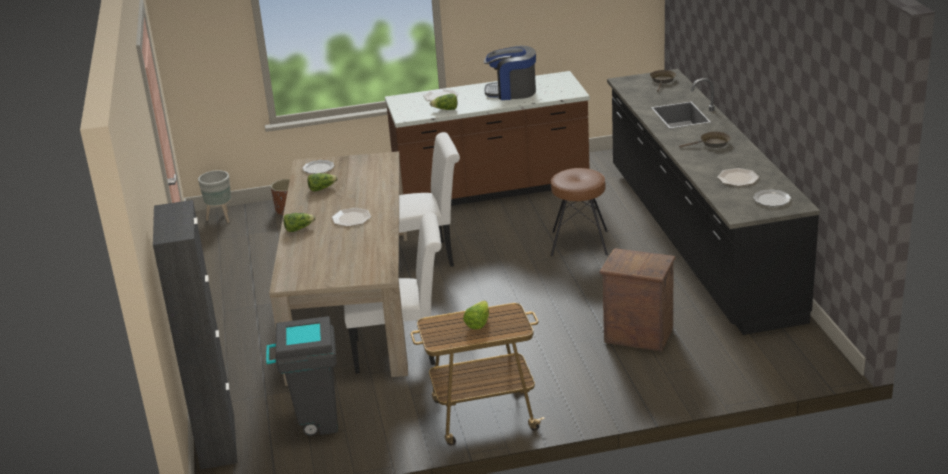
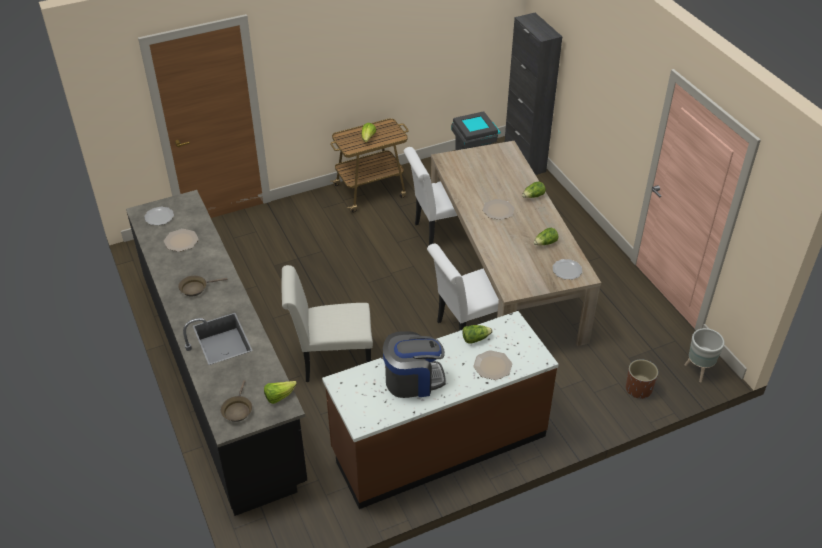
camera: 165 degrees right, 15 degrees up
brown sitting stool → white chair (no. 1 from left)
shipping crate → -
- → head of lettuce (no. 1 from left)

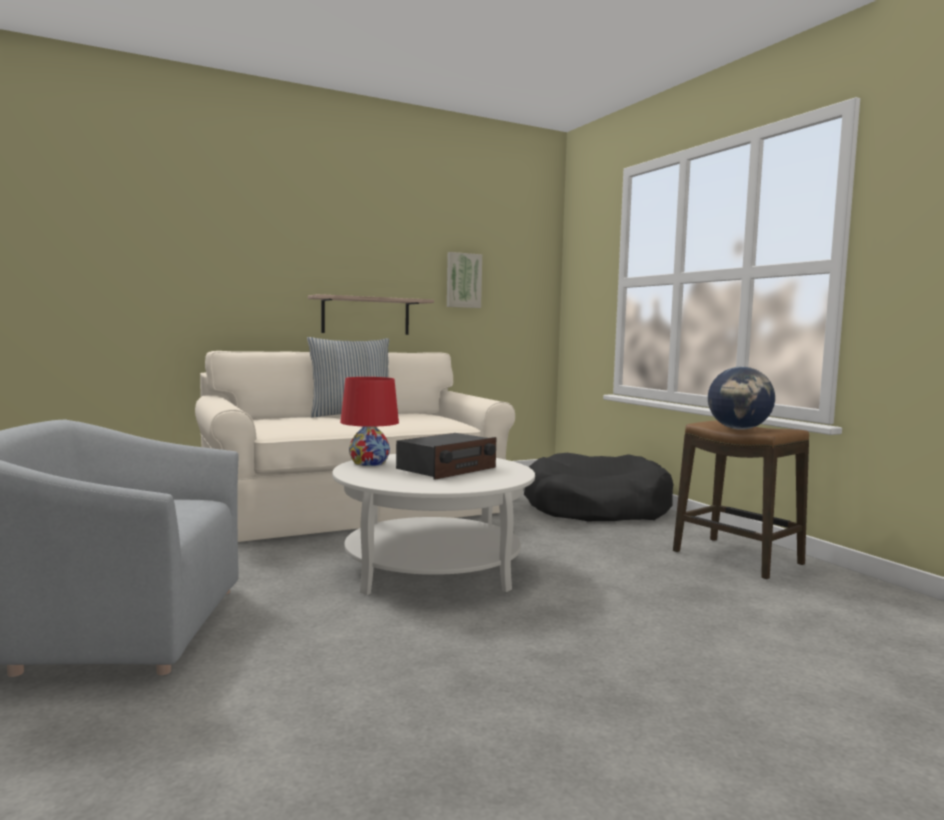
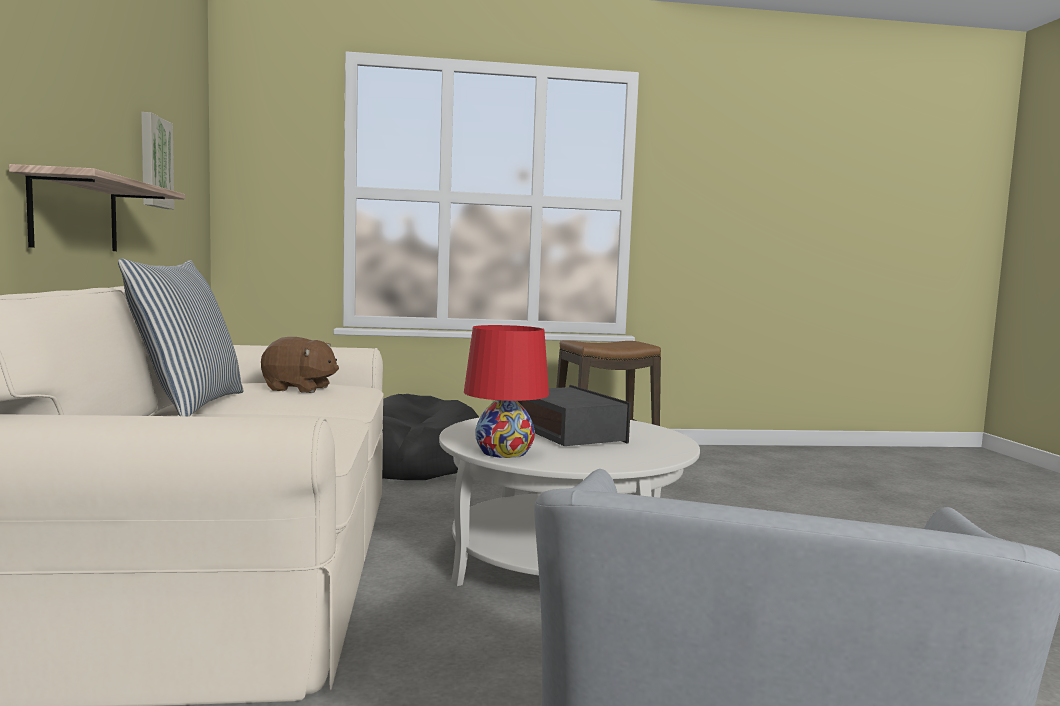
camera: 70 degrees left, 0 degrees up
world globe → -
- → brown soft toy

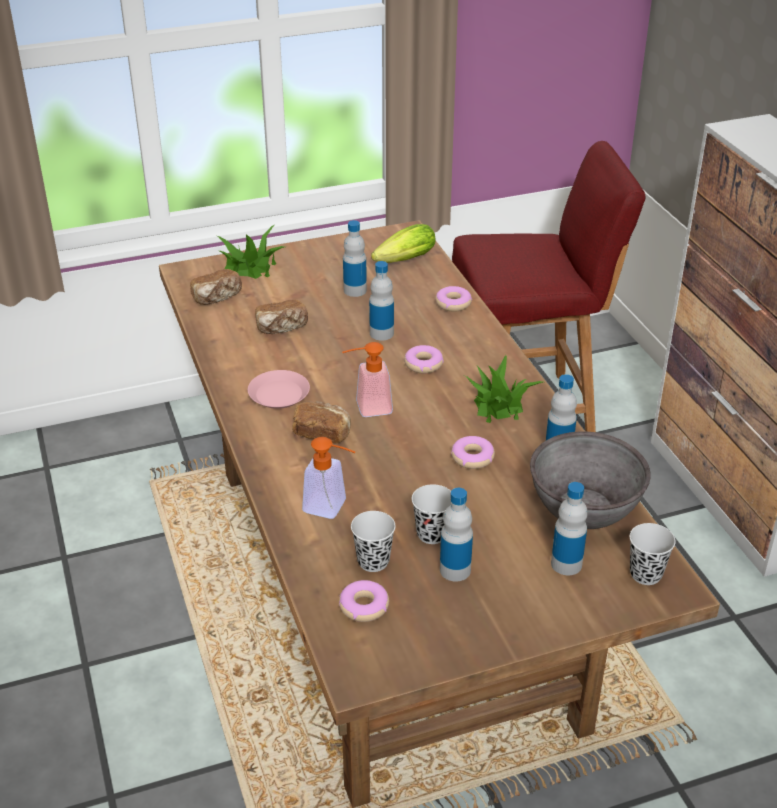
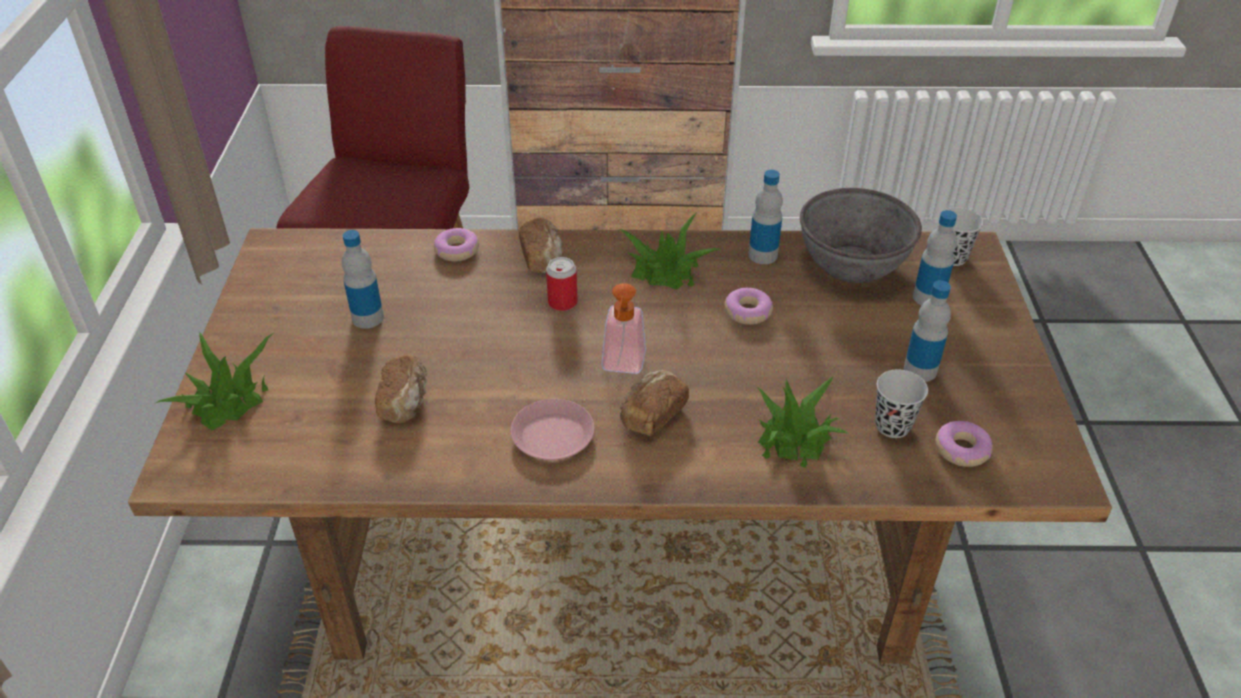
camera: 70 degrees left, 5 degrees up
head of lettuce → -
drink bottle (no. 2 from left) → -
bakery bread (no. 1 from left in the first image) → bakery bread (no. 2 from left), relocated
doughnut (no. 2 from left) → sealed can
soap bottle (no. 1 from left) → plant in a pot (no. 3 from left)
black-coloured drinking cup (no. 2 from left) → -

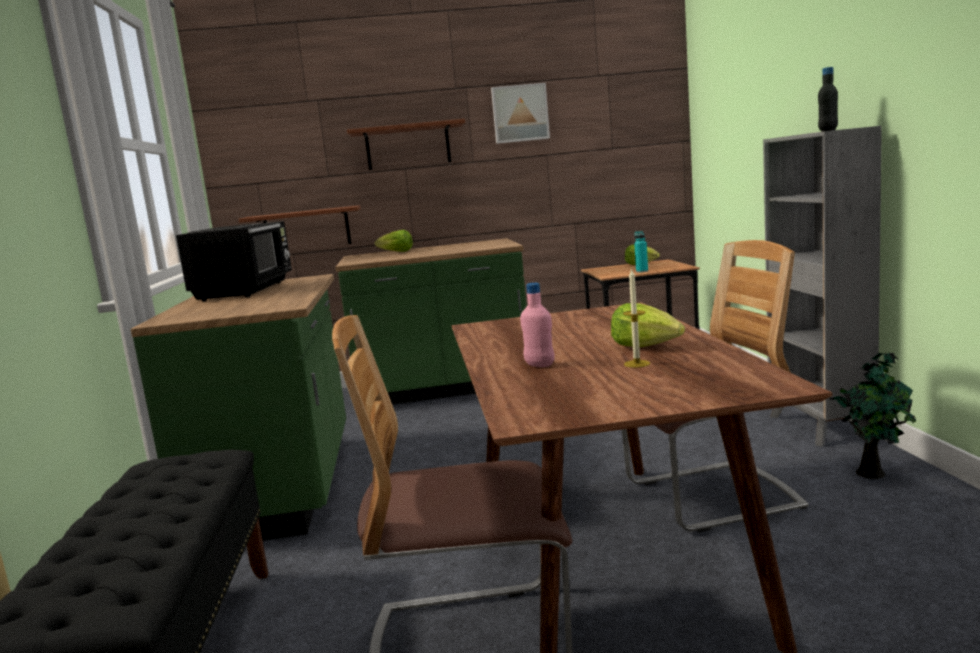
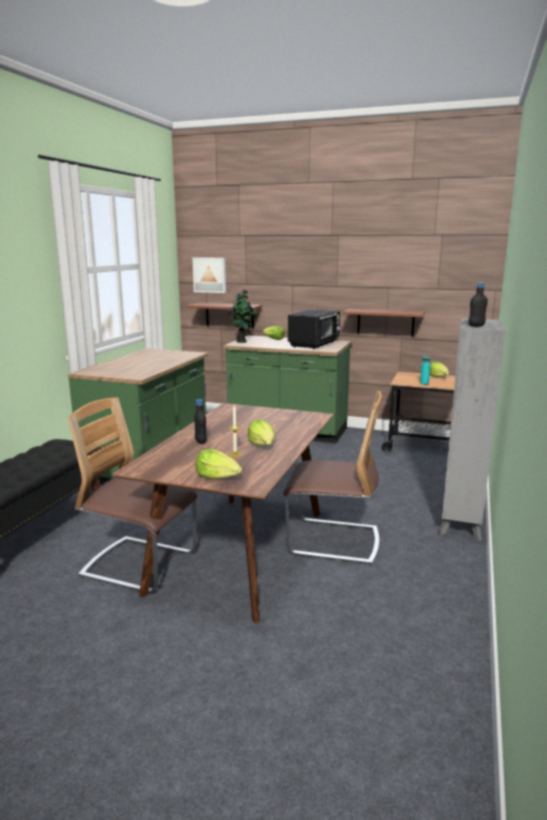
camera: 25 degrees right, 5 degrees up
wall picture, relocated
brown wall shelf (no. 2 from left), relocated
black-coloured microwave oven, relocated
pink drink bottle → black-coloured drink bottle (no. 1 from left)
plant in a pot, relocated
- → head of lettuce (no. 1 from left)

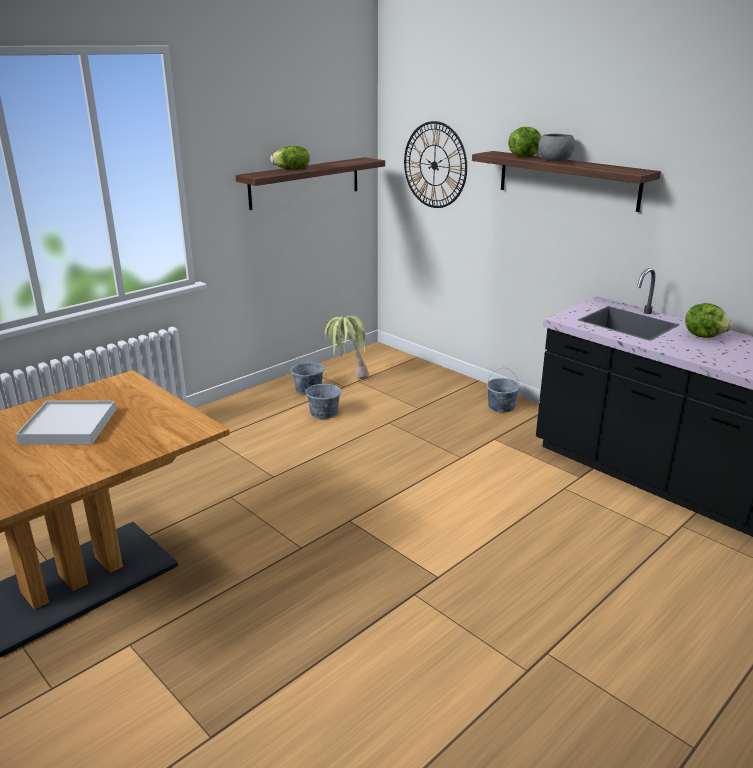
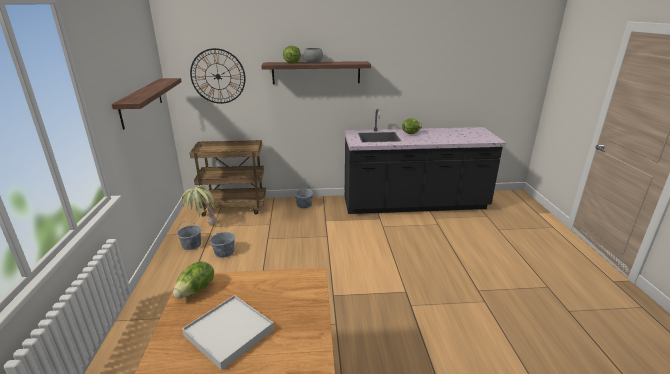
camera: 50 degrees left, 0 degrees up
head of lettuce (no. 1 from left), relocated
- → brown cart

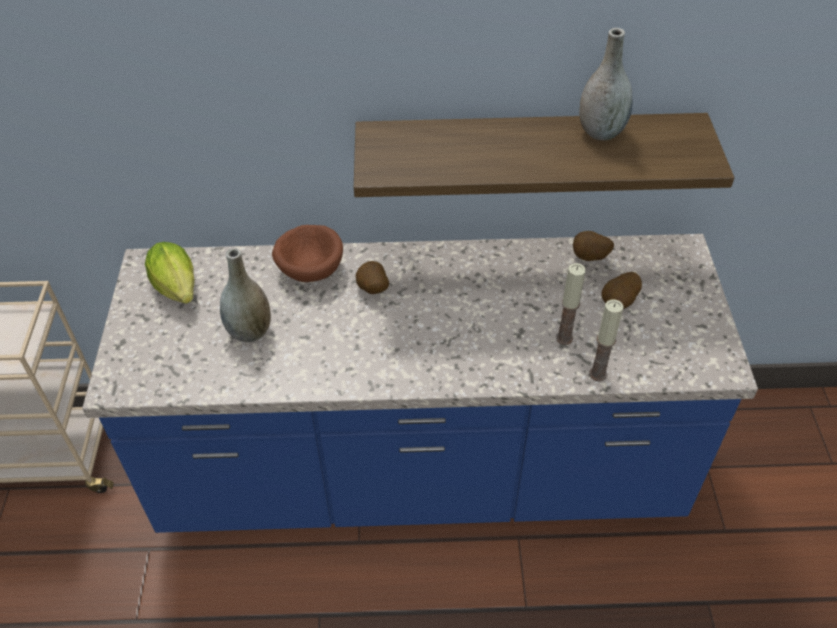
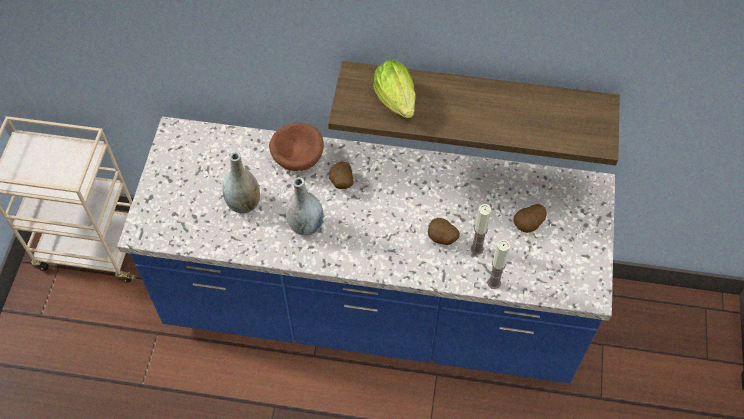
camera: 10 degrees right, 10 degrees up
greyish vase (no. 2 from left), relocated
potato (no. 2 from left), relocated
head of lettuce, relocated

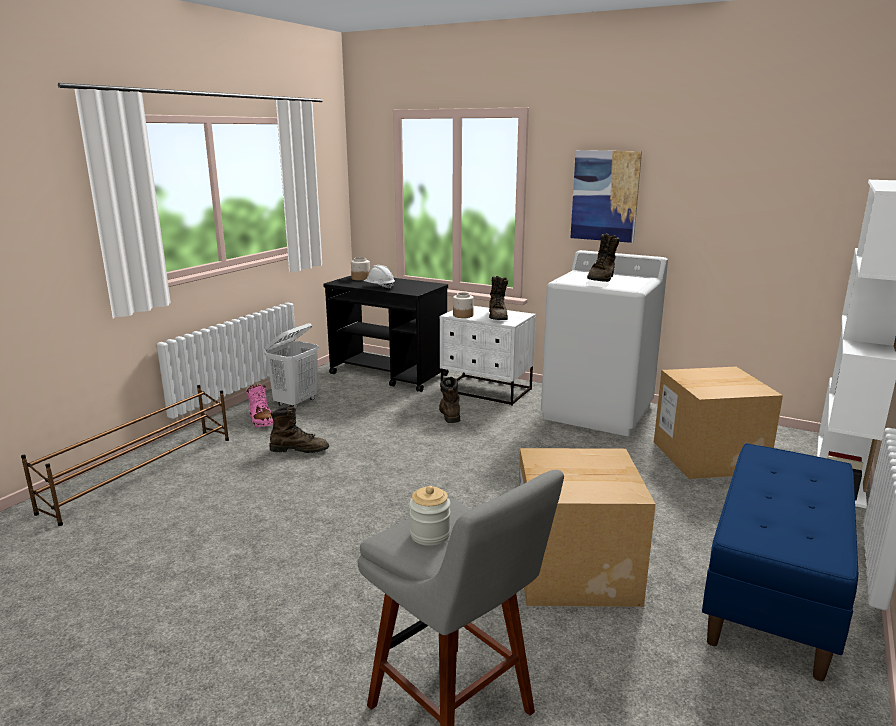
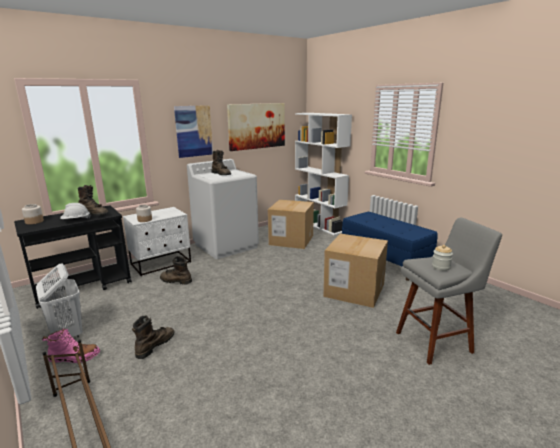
camera: 65 degrees left, 0 degrees up
brown high-top boot (no. 3 from left in the first image) → brown high-top boot (no. 1 from left), relocated
- → wall picture (no. 2 from left)

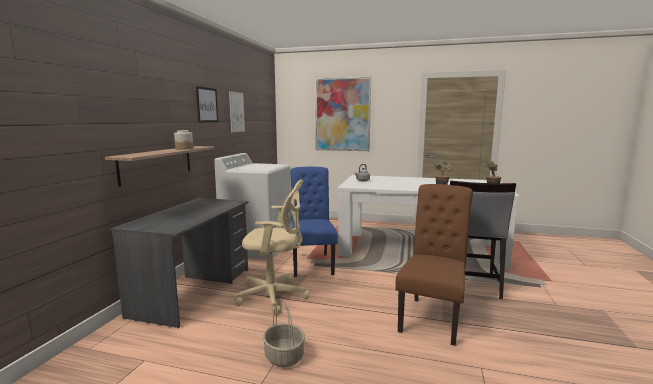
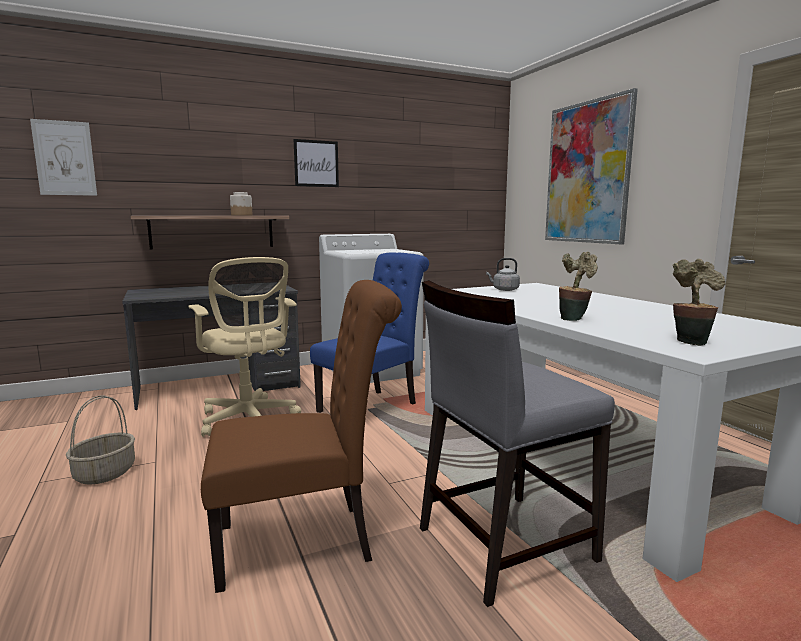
camera: 50 degrees right, 0 degrees up
wall picture (no. 2 from left in the first image) → wall picture (no. 1 from left), relocated

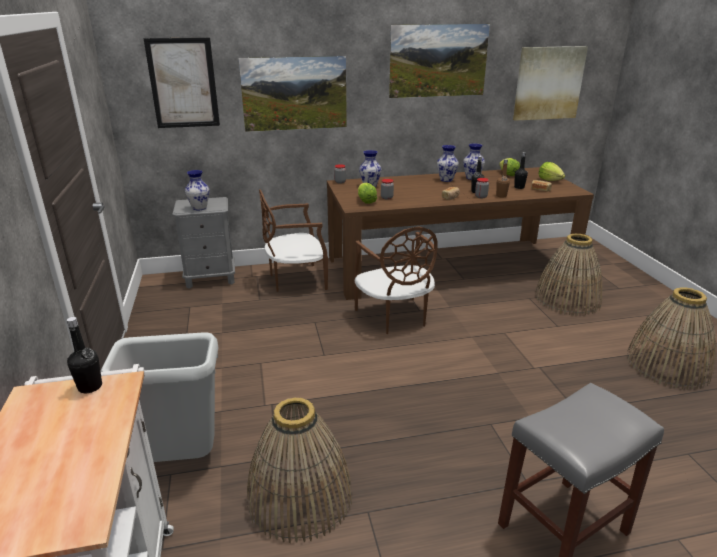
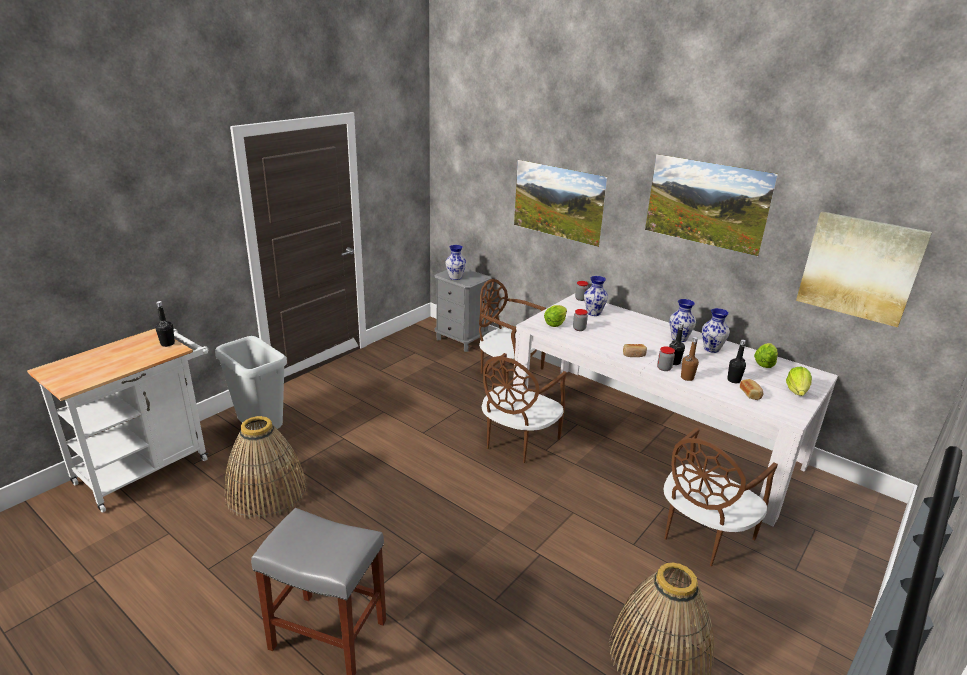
camera: 50 degrees right, 0 degrees up
wall picture (no. 1 from left) → -
brown kitchen table → white kitchen table
household basket (no. 2 from left) → brown chair (no. 3 from left)

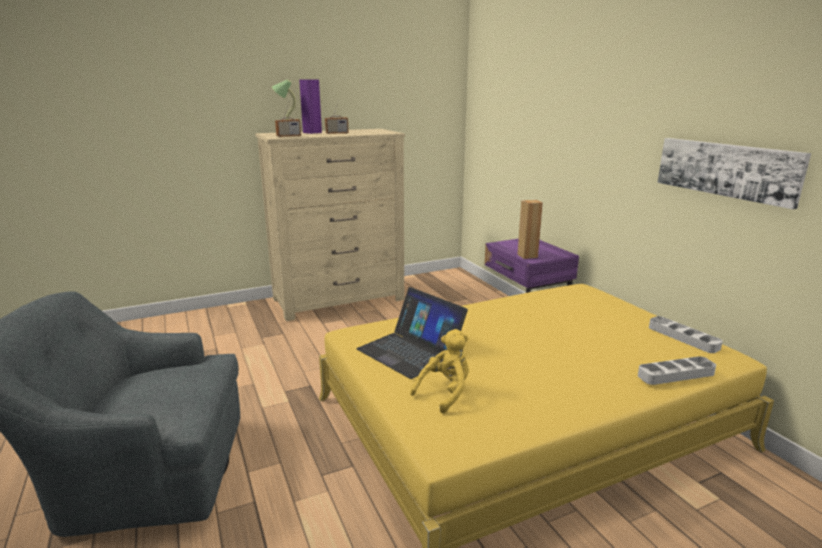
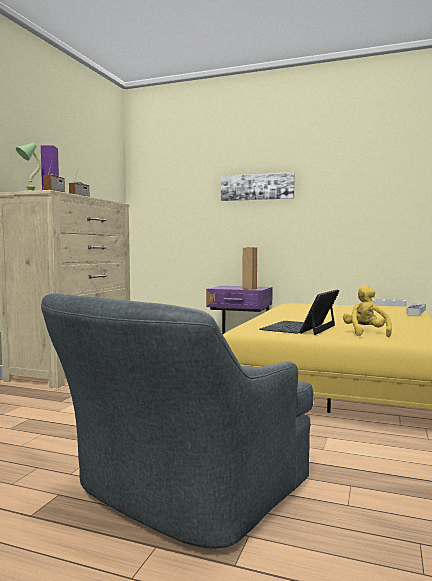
camera: 45 degrees left, 15 degrees down
wall picture, relocated
notebook computer, 120 degrees clockwise

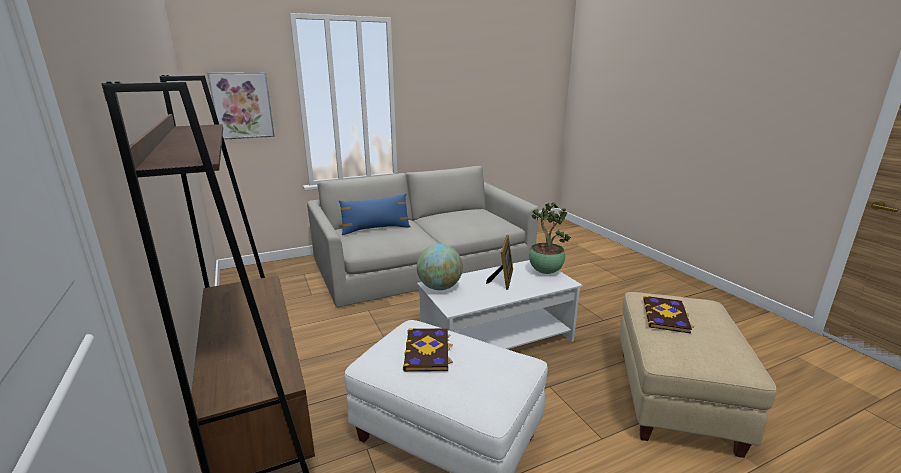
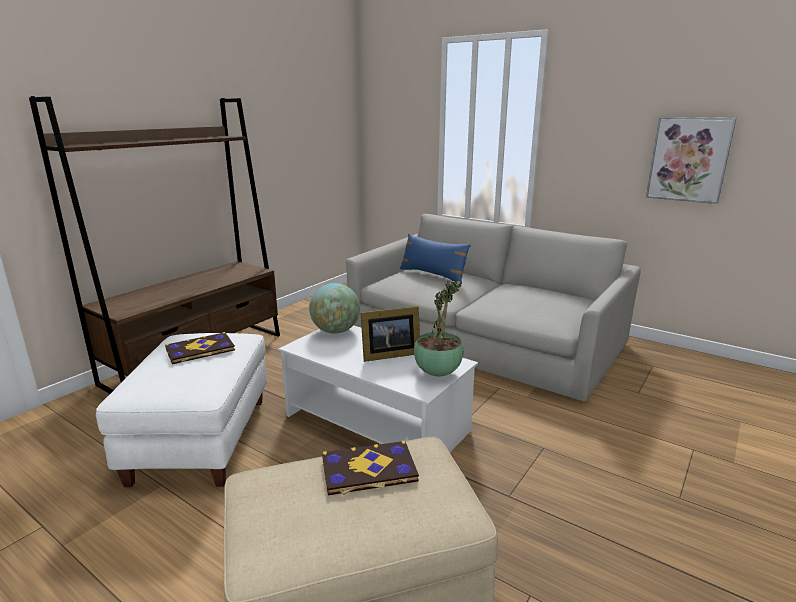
camera: 60 degrees right, 0 degrees up
wall picture, relocated

